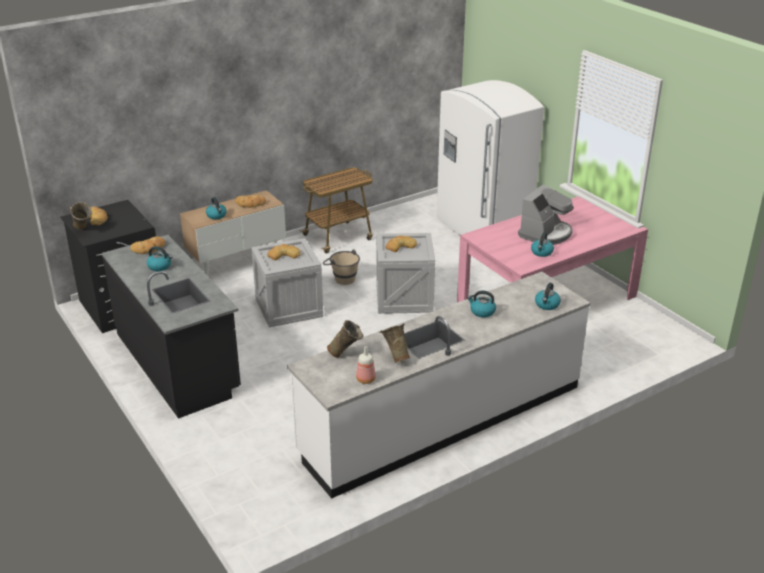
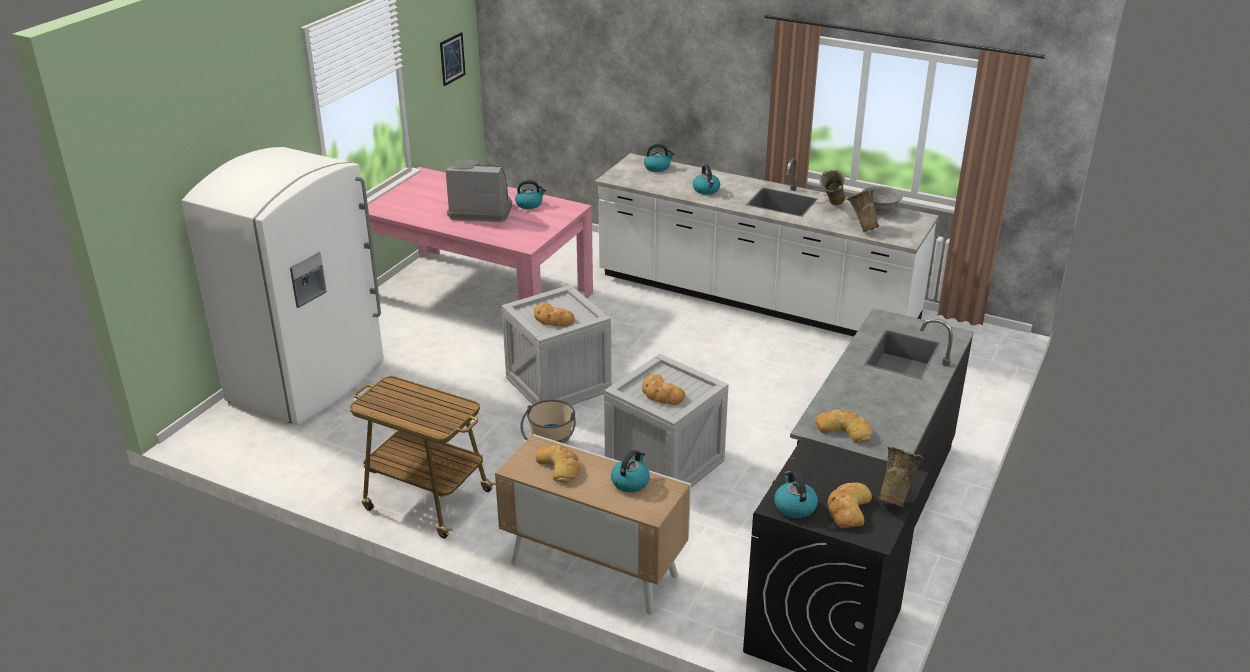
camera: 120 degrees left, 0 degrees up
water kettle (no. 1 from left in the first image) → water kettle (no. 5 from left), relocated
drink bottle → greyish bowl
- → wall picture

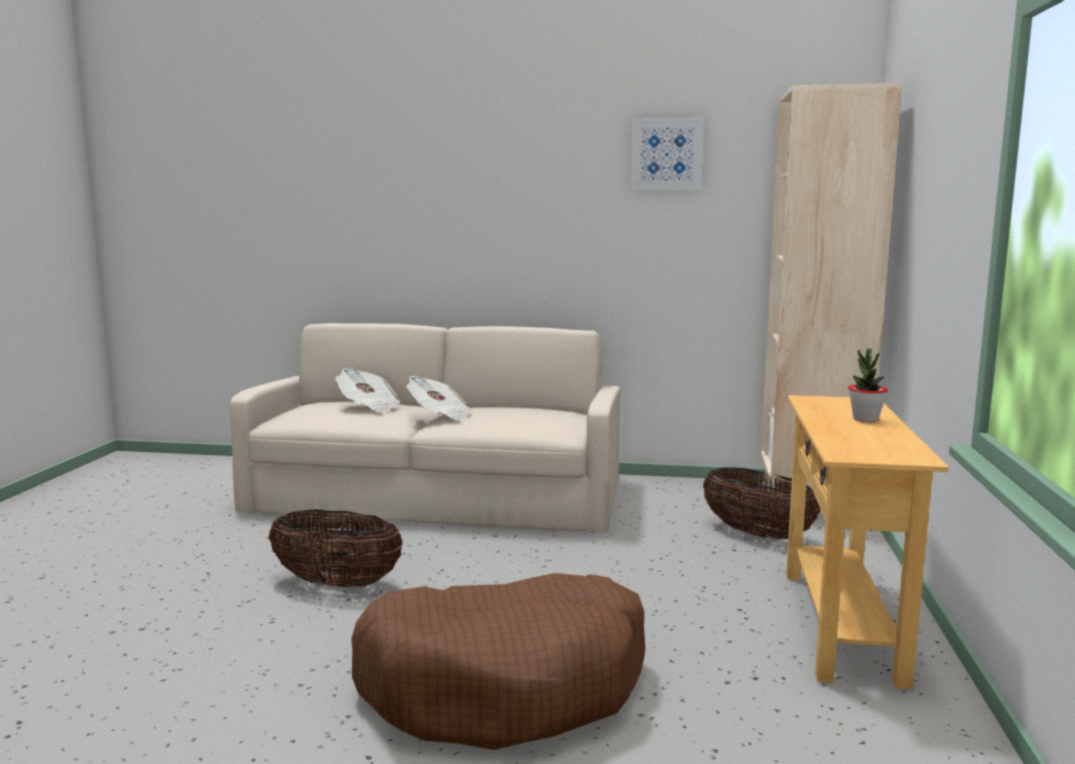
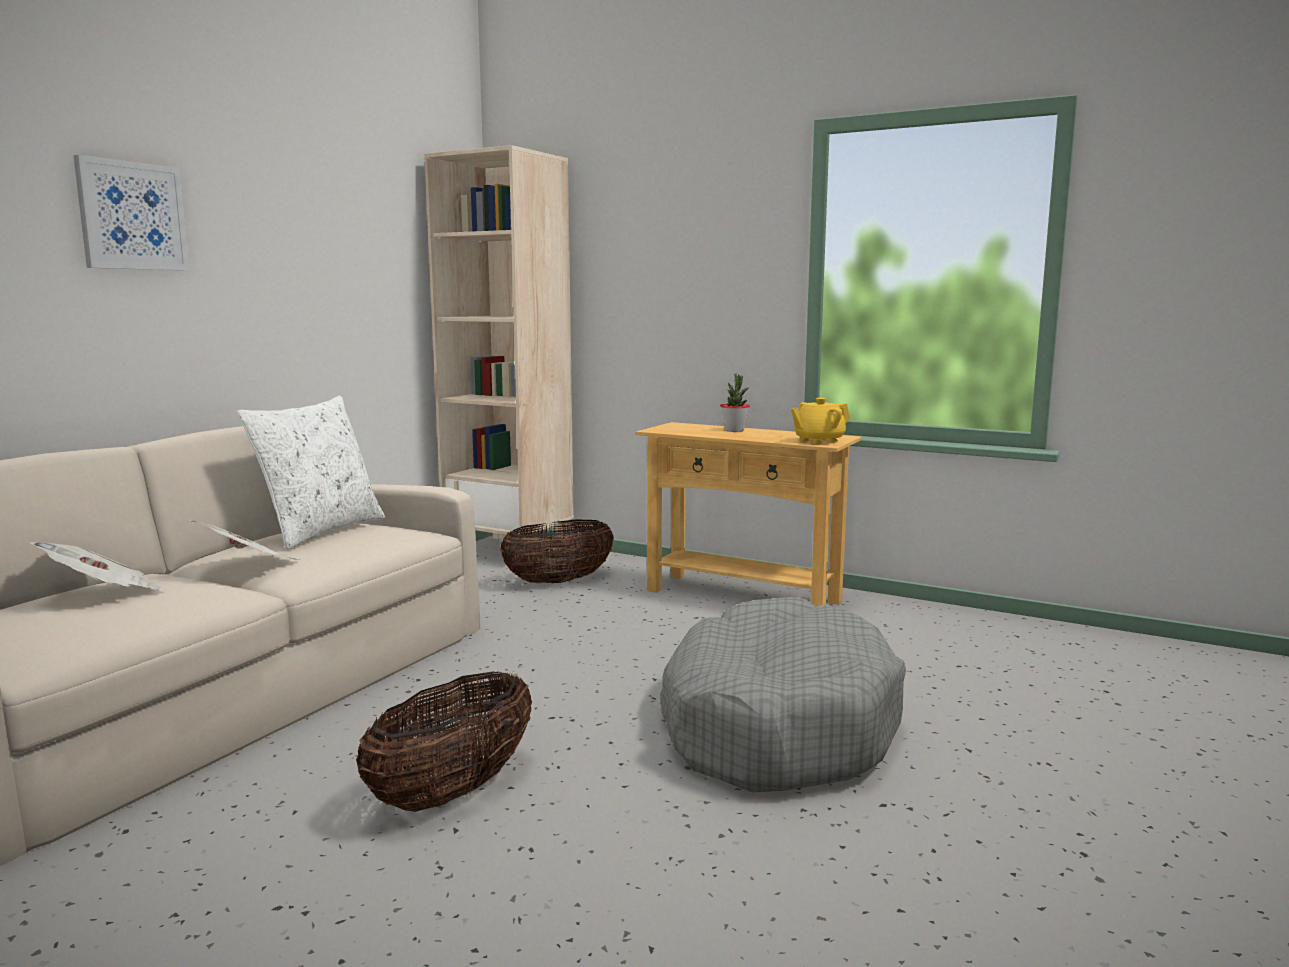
camera: 70 degrees left, 0 degrees up
wall picture, relocated
brown pet bed → greyish pet bed
- → white cushion
- → yellow tea pot

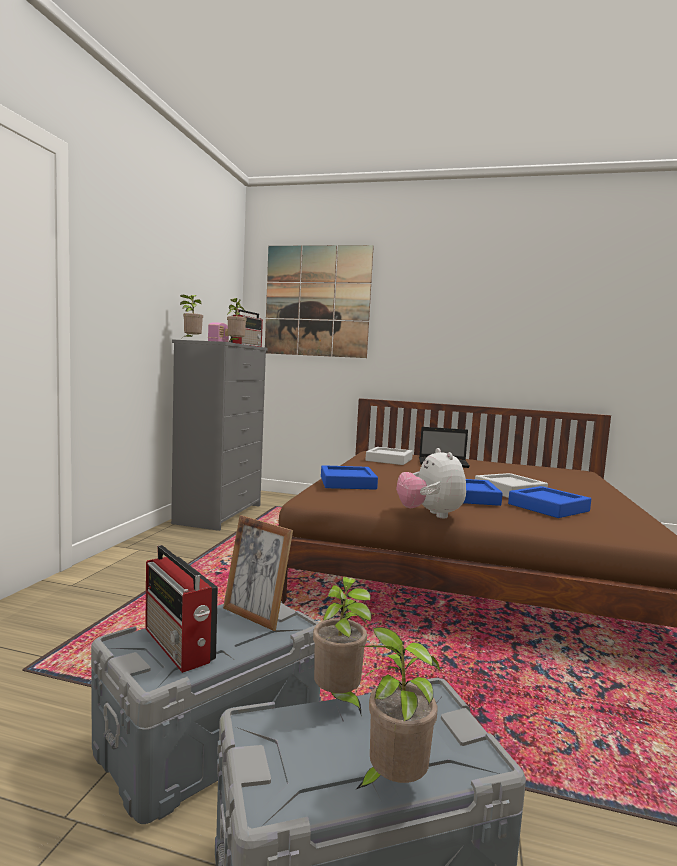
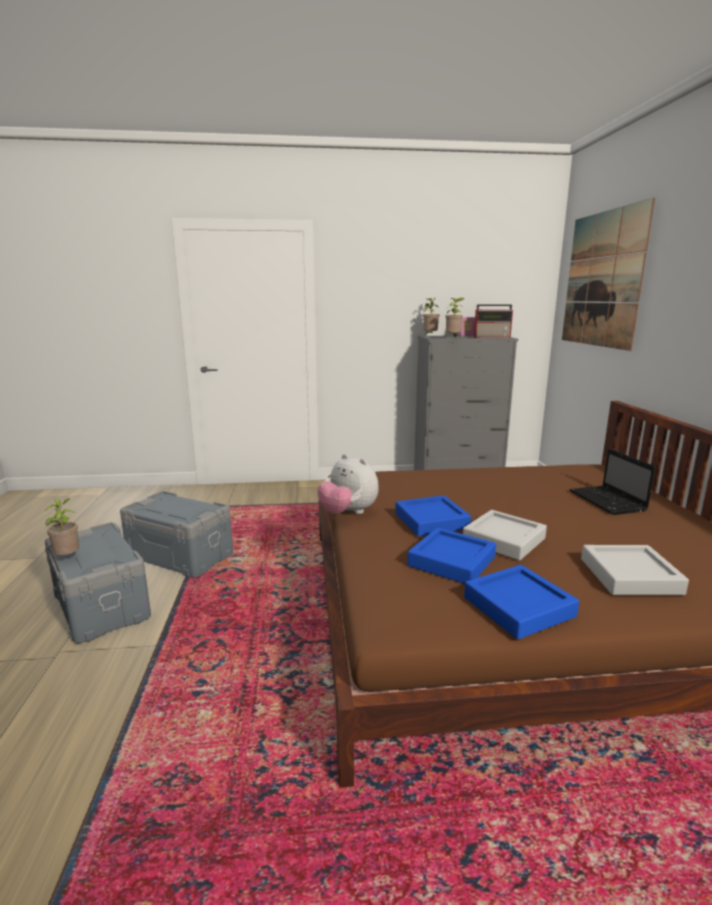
camera: 70 degrees right, 10 degrees up
greyish tray (no. 1 from left in the first image) → greyish tray (no. 2 from left), relocated
soft toy, 105 degrees counterclockwise
blue tray (no. 1 from left in the first image) → blue tray (no. 3 from left), relocated
picture frame → -
radio receiver (no. 1 from left) → -
plant in a pot (no. 3 from left) → -

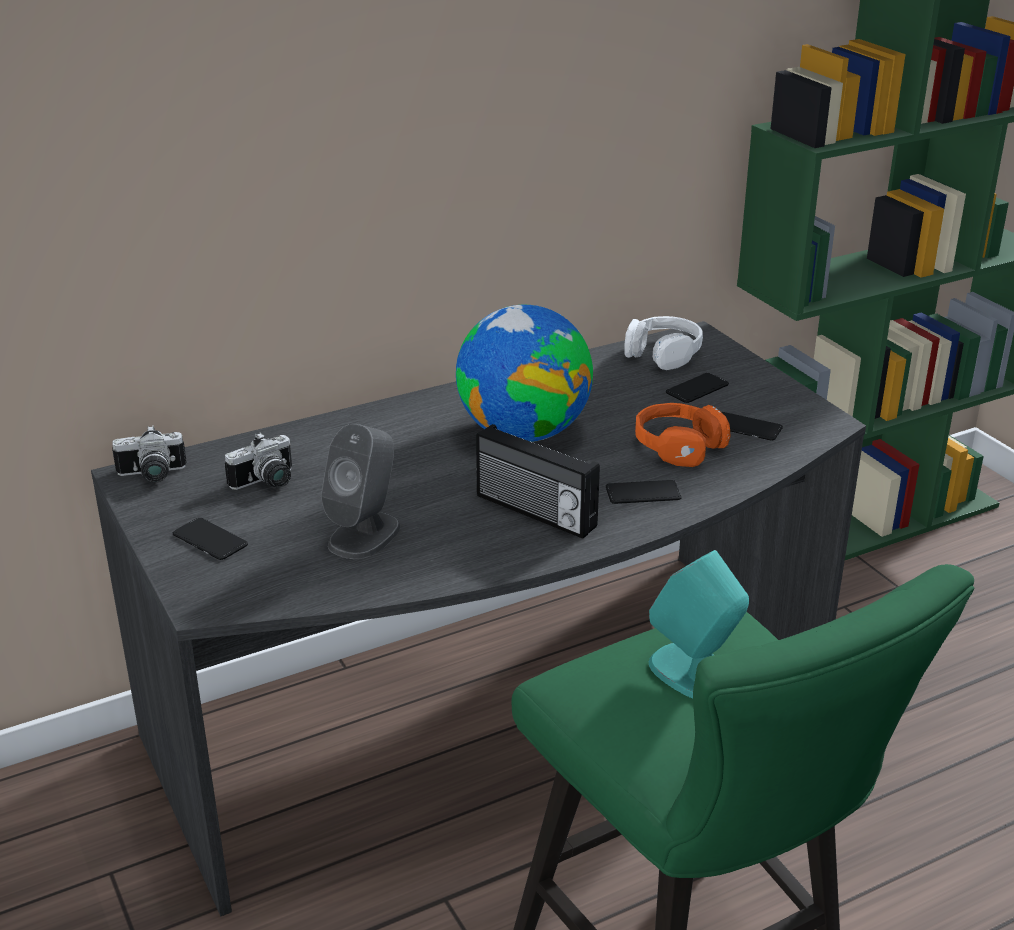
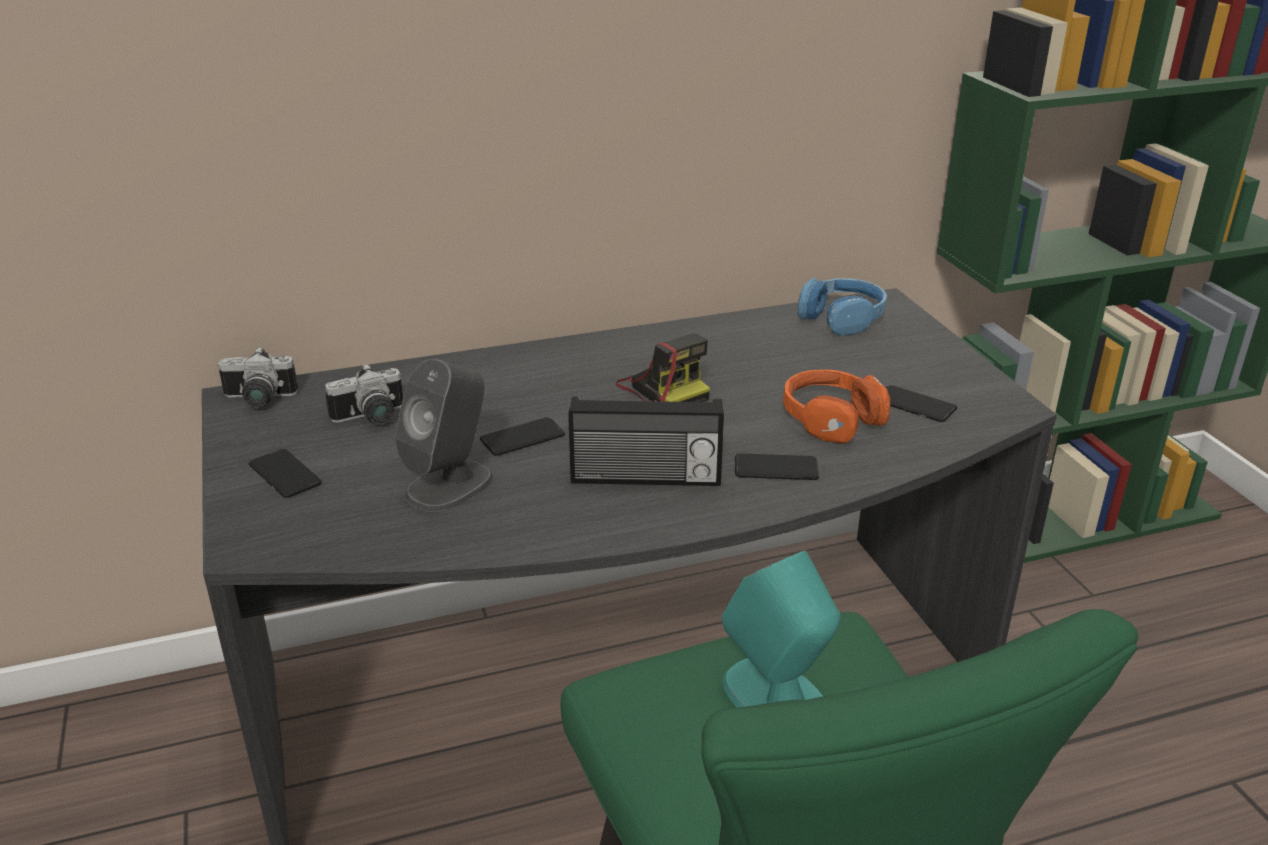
camera: 10 degrees right, 0 degrees up
world globe → still camera (no. 3 from left)
white headset → blue headset
handset (no. 3 from left in the first image) → handset (no. 2 from left), relocated
radio receiver, 45 degrees counterclockwise

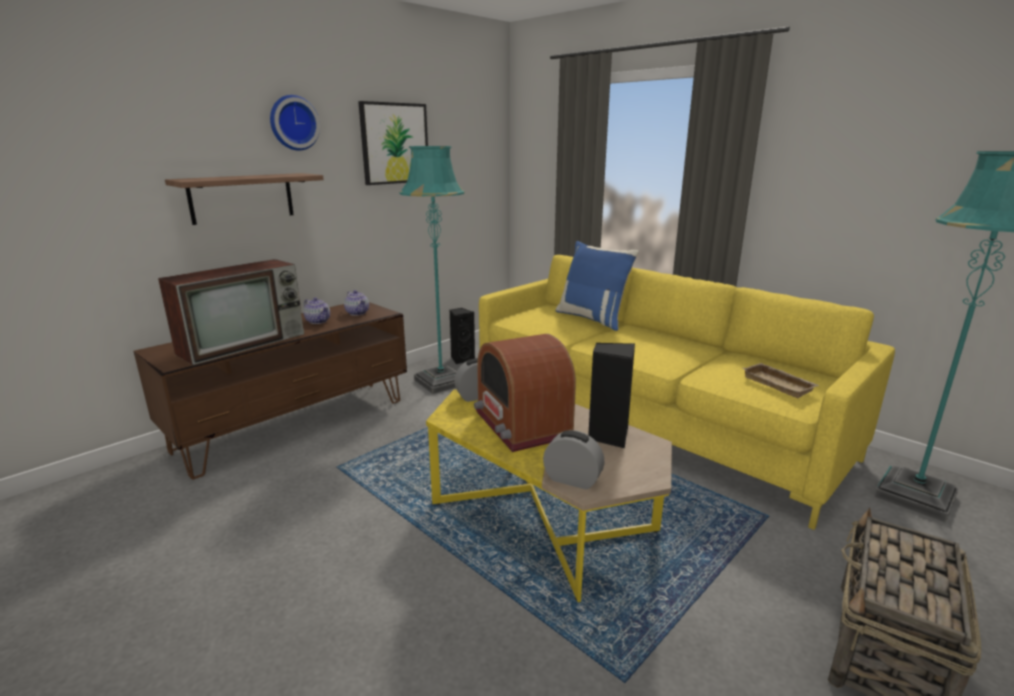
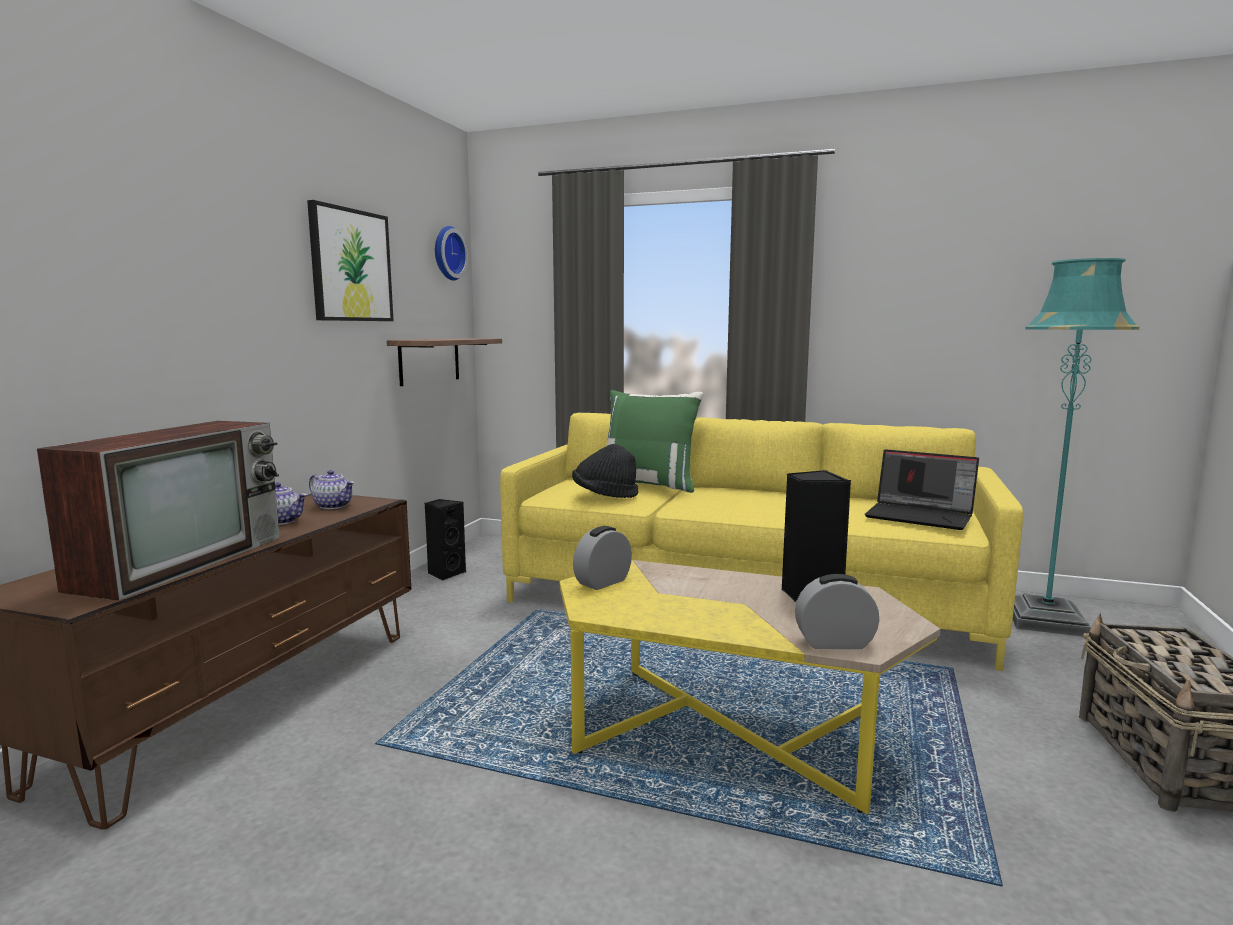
camera: 25 degrees left, 10 degrees down
hanging clock, relocated
turquoise standard lamp (no. 1 from left) → -
wall shelf, relocated
blue cushion → green-coloured cushion
radio receiver → -
beige-coloured tray → notebook computer
- → black-coloured hat

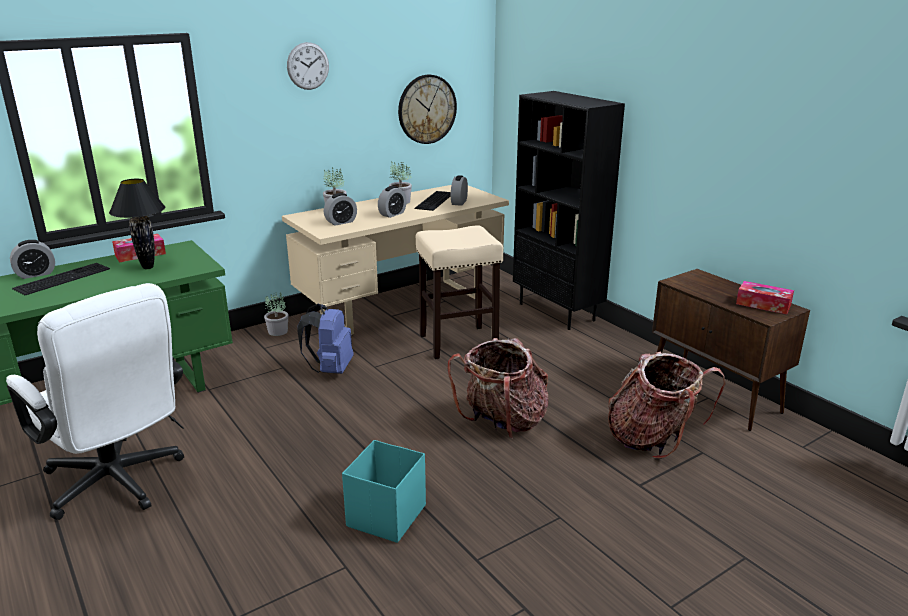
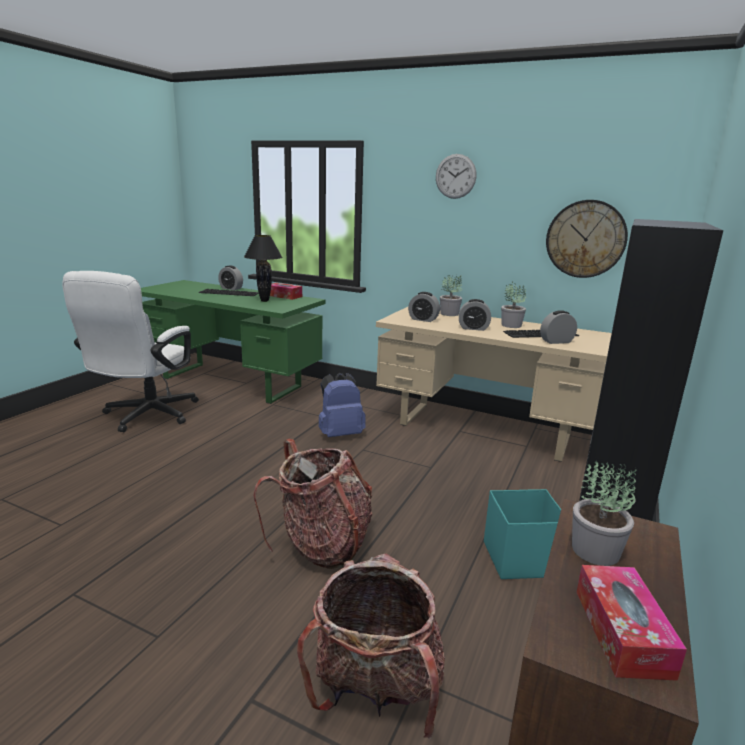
camera: 60 degrees right, 5 degrees down
beige-coloured sitting stool → -
plant in a pot (no. 1 from left in the first image) → plant in a pot (no. 3 from left), relocated
turquoise storage box, relocated

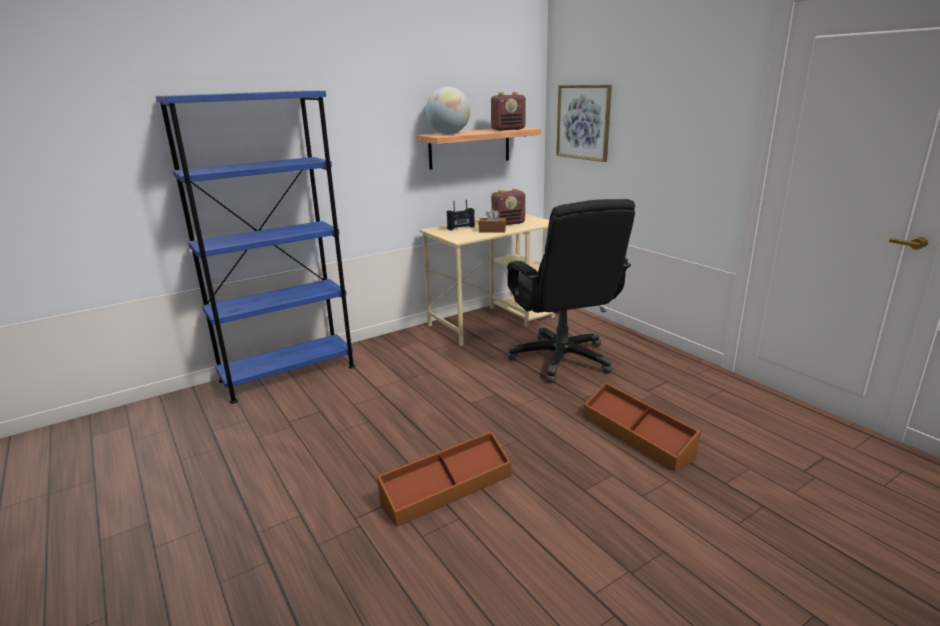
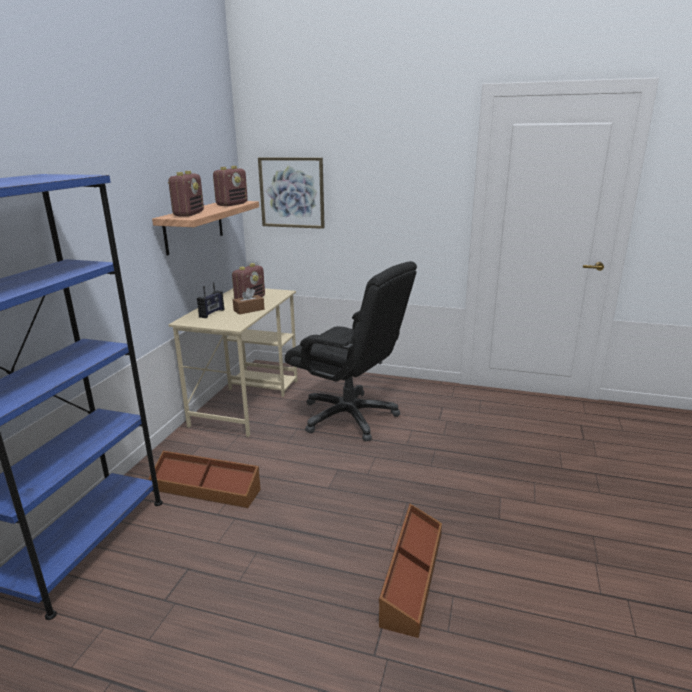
camera: 40 degrees left, 0 degrees up
world globe → radio receiver (no. 1 from left)
brown storage box (no. 2 from left in the first image) → brown storage box (no. 1 from left), relocated

